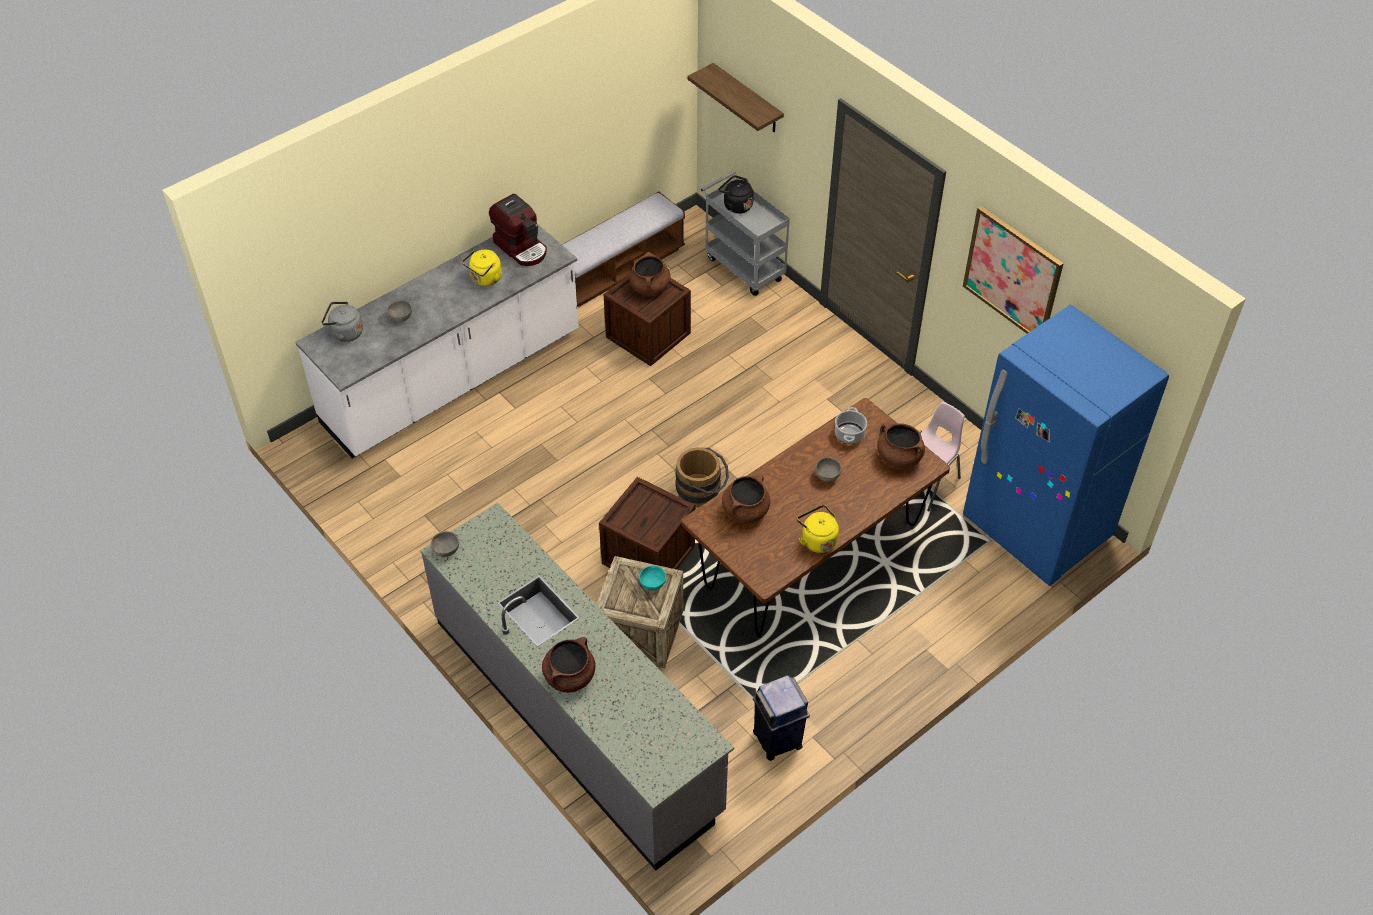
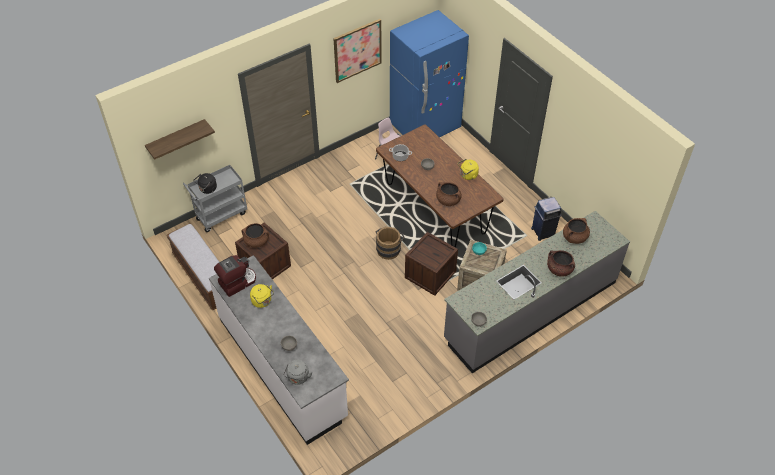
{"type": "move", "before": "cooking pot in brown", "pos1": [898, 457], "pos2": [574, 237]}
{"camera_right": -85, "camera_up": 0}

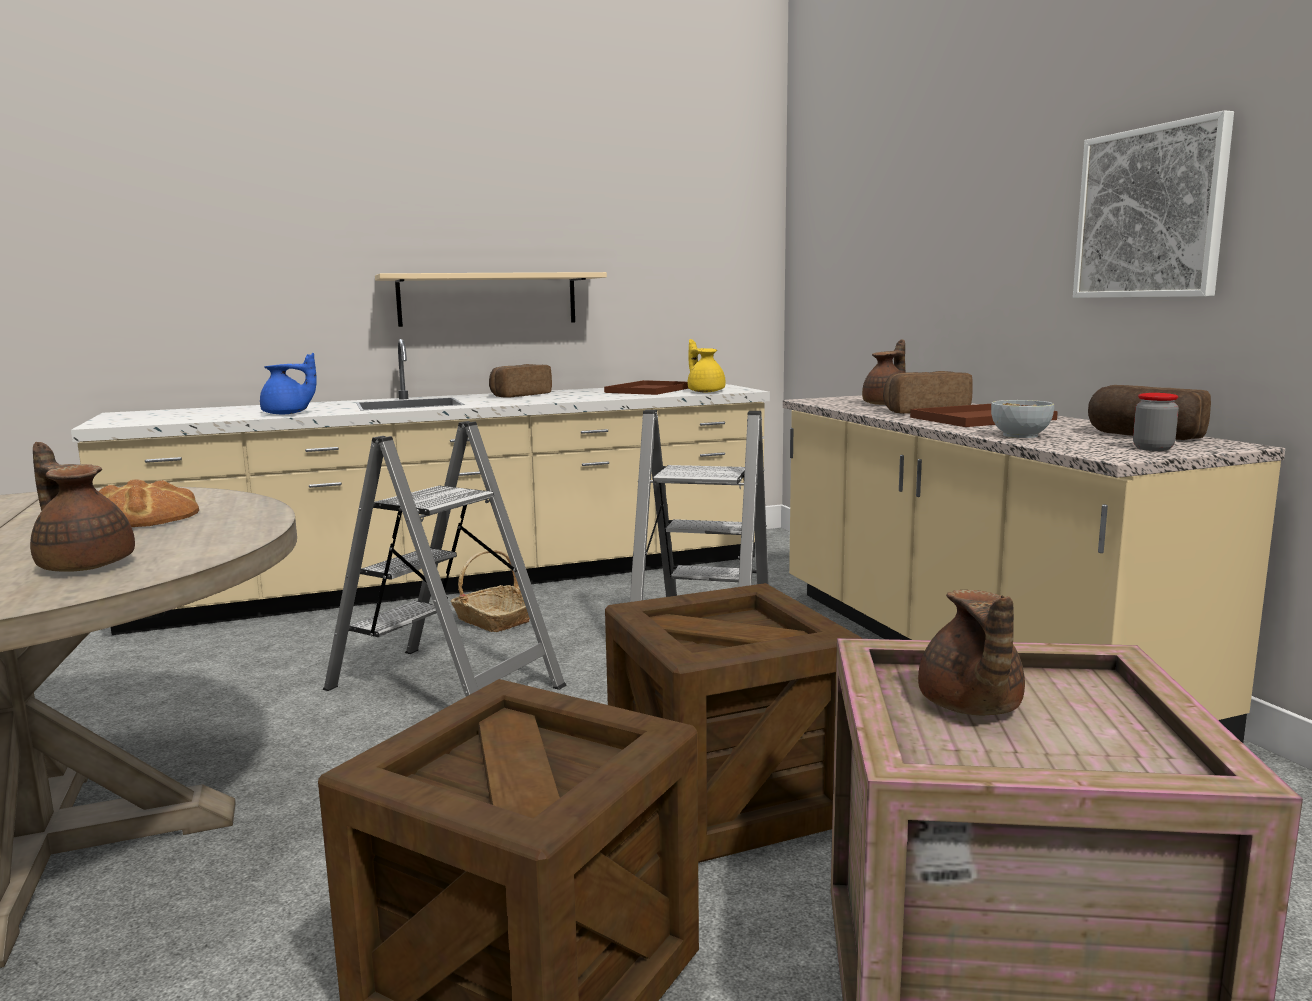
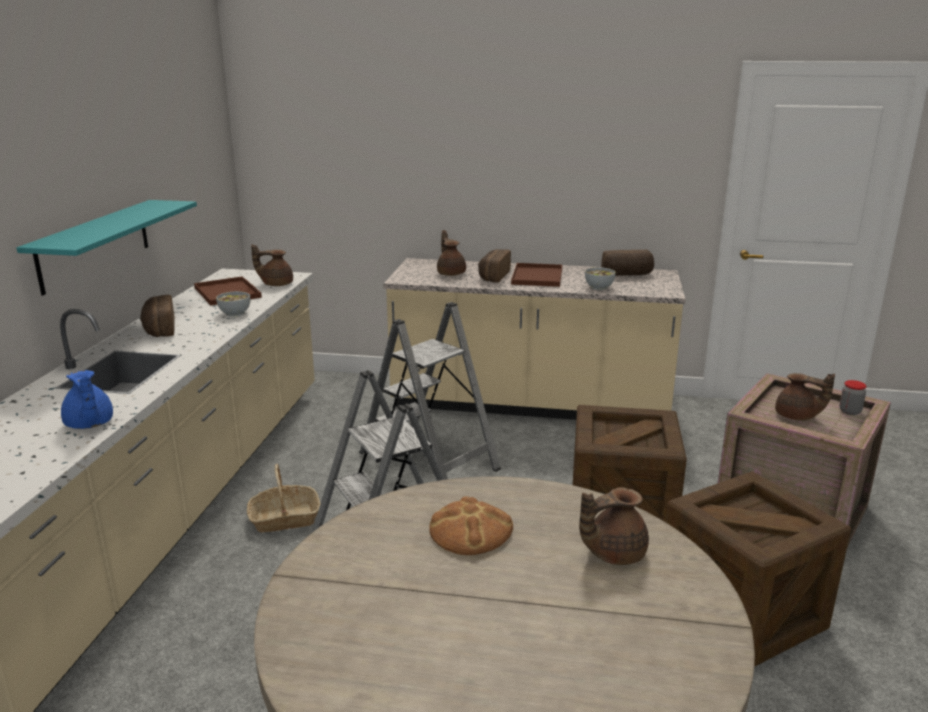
{"type": "delete", "before": "picture", "pos1": [1150, 213]}
{"type": "insert", "after": "bowl", "pos2": [234, 313]}
{"type": "move", "before": "jar", "pos1": [1153, 448], "pos2": [850, 411]}
{"type": "recolor", "before": "shelf in beige", "after": "shelf in turquoise", "pos1": [488, 299], "pos2": [95, 244]}
{"type": "recolor", "before": "teapot in yellow", "after": "teapot in brown", "pos1": [705, 391], "pos2": [276, 284]}
{"type": "rotate", "before": "teapot in blue", "pos1": [287, 414], "pos2": [89, 424], "turn": 120}
{"camera_right": -60, "camera_up": 10}

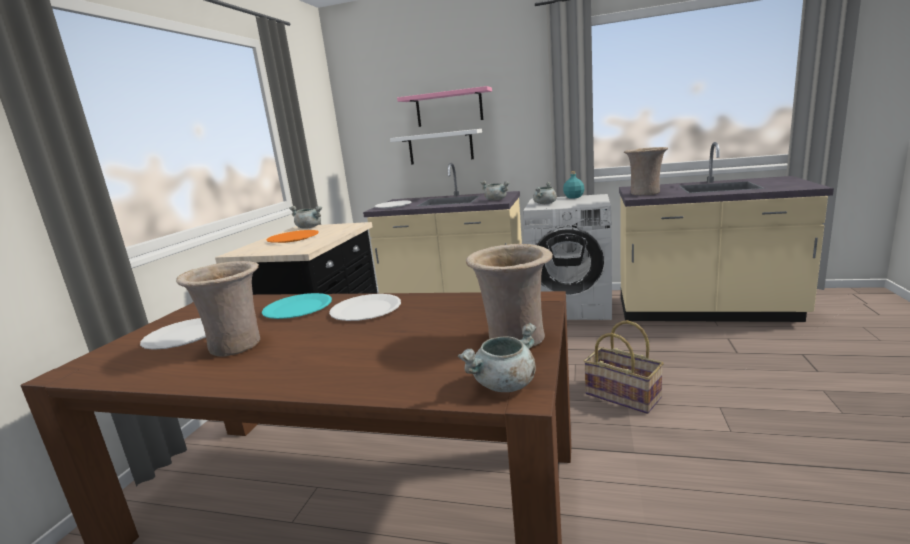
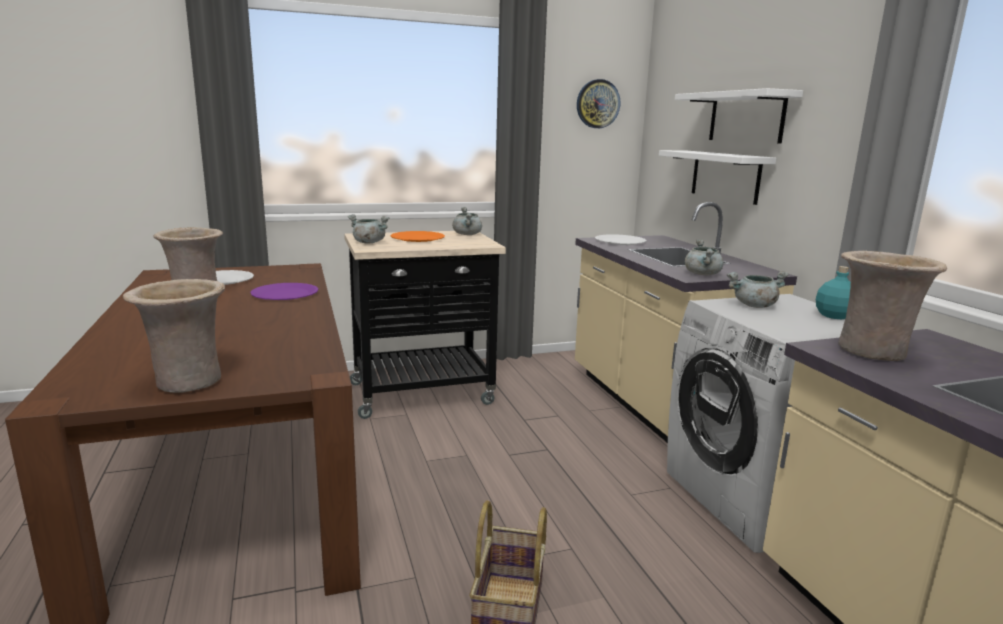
{"type": "delete", "before": "plate in white", "pos1": [366, 309]}
{"type": "insert", "after": "wall clock", "pos2": [597, 104]}
{"type": "move", "before": "cooking pot in grey", "pos1": [504, 385], "pos2": [368, 242]}
{"type": "recolor", "before": "plate in turquoise", "after": "plate in purple", "pos1": [297, 308], "pos2": [284, 294]}
{"type": "recolor", "before": "shelf in pink", "after": "shelf in white", "pos1": [449, 108], "pos2": [746, 117]}
{"camera_right": 55, "camera_up": 0}

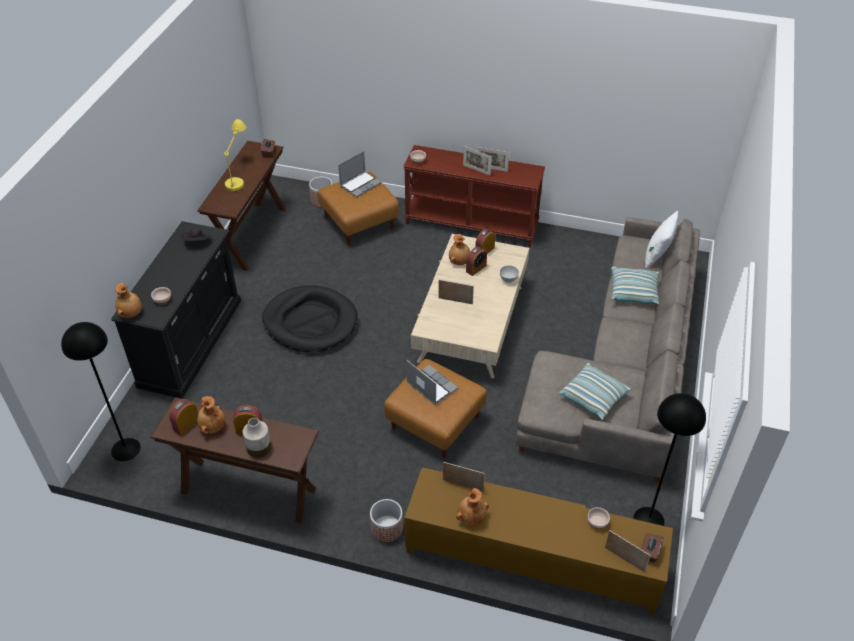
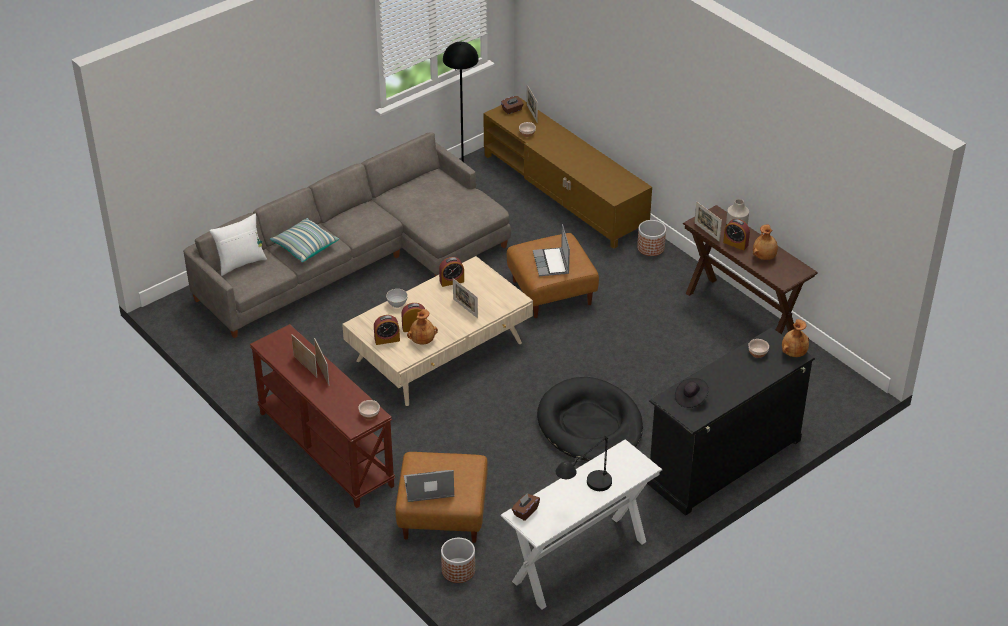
{"type": "delete", "before": "floor lamp in black", "pos1": [125, 449]}
{"type": "delete", "before": "vase in brown", "pos1": [471, 517]}
{"type": "delete", "before": "pillow", "pos1": [594, 397]}
{"type": "move", "before": "alarm clock", "pos1": [186, 424], "pos2": [451, 281]}
{"type": "move", "before": "picture frame", "pos1": [462, 485], "pos2": [706, 232]}
{"type": "recolor", "before": "console table in brown", "after": "console table in white", "pos1": [252, 235], "pos2": [579, 561]}
{"type": "recolor", "before": "table lamp in yellow", "after": "table lamp in black", "pos1": [238, 175], "pos2": [584, 494]}
{"camera_right": -145, "camera_up": -5}

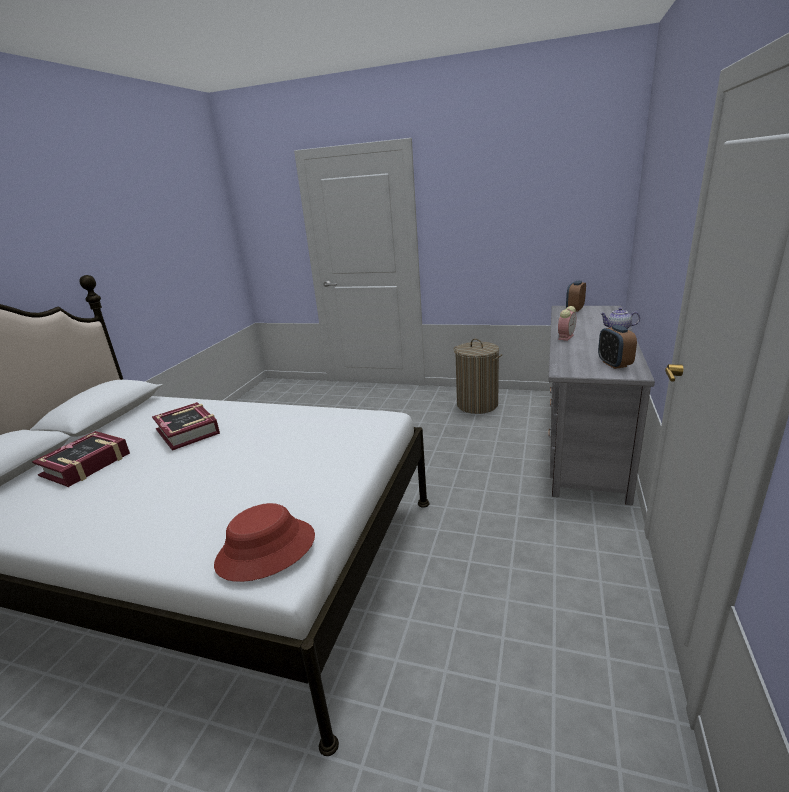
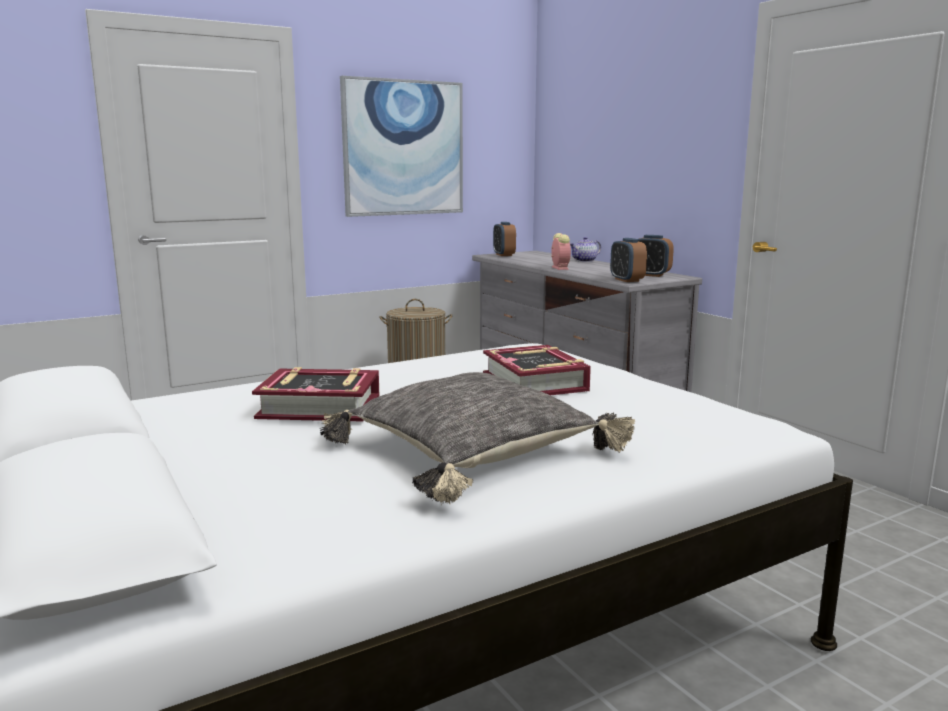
{"type": "delete", "before": "hat in red", "pos1": [266, 550]}
{"type": "insert", "after": "pillow", "pos2": [472, 446]}
{"type": "insert", "after": "picture", "pos2": [403, 148]}
{"type": "insert", "after": "alarm clock", "pos2": [627, 280]}
{"type": "move", "before": "book", "pos1": [86, 465], "pos2": [535, 382]}
{"camera_right": -50, "camera_up": -10}

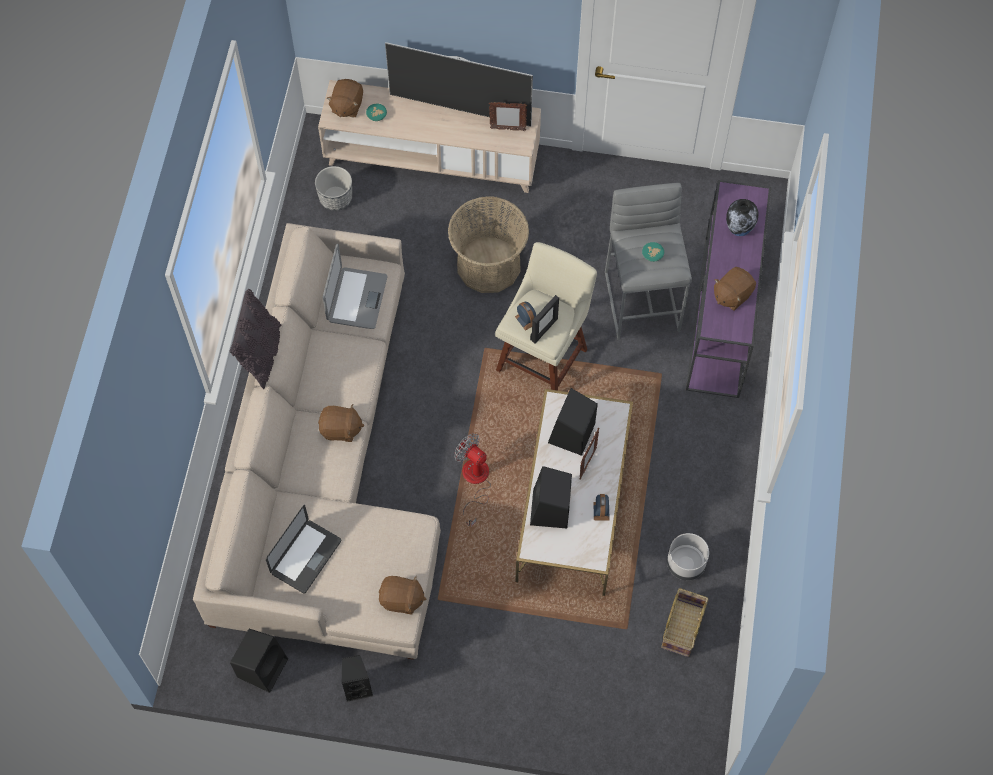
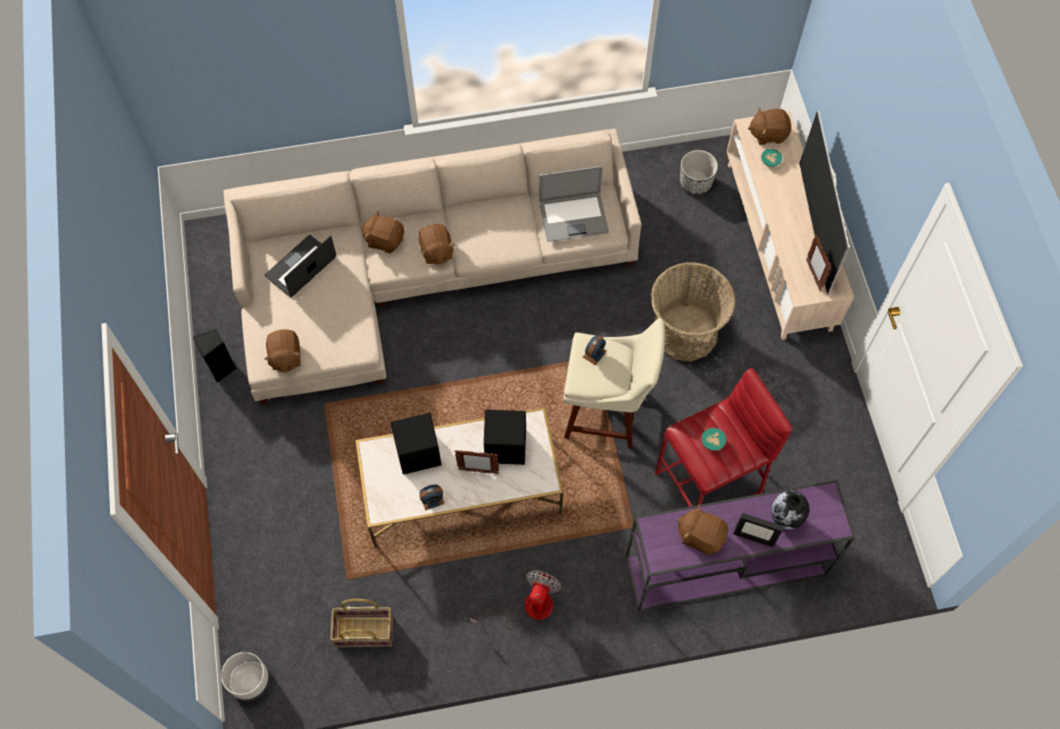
{"type": "delete", "before": "pillow in black", "pos1": [261, 355]}
{"type": "delete", "before": "speaker in black", "pos1": [262, 666]}
{"type": "insert", "after": "plush toy in brown", "pos2": [384, 240]}
{"type": "move", "before": "fan", "pos1": [474, 481], "pos2": [527, 608]}
{"type": "move", "before": "picture frame", "pos1": [544, 329], "pos2": [754, 537]}
{"type": "move", "before": "planter in grey", "pos1": [685, 564], "pos2": [250, 681]}
{"type": "recolor", "before": "stool in grey", "after": "stool in red", "pos1": [643, 300], "pos2": [709, 483]}
{"type": "rotate", "before": "laptop", "pos1": [306, 557], "pos2": [301, 267], "turn": 120}
{"camera_right": 70, "camera_up": 0}

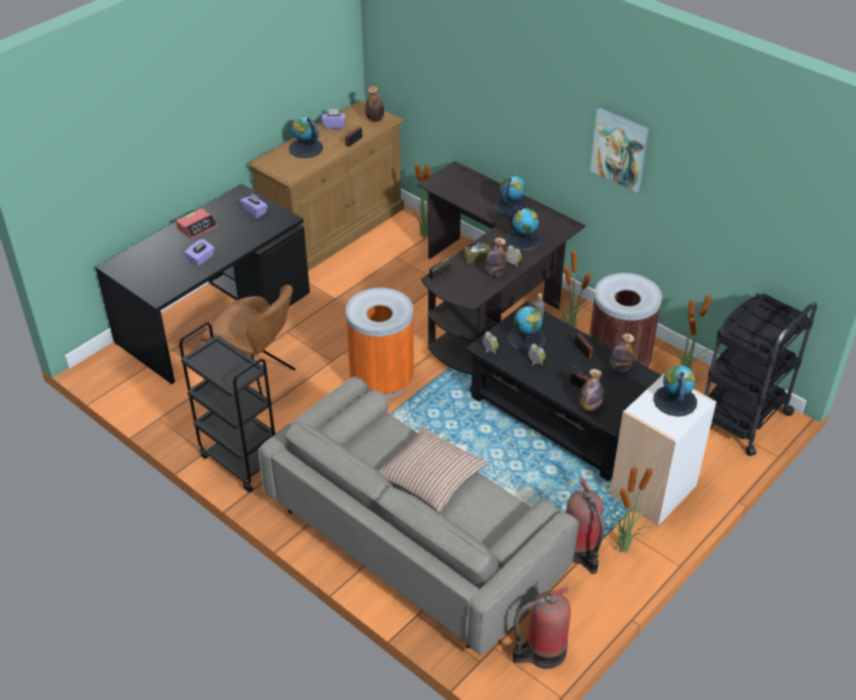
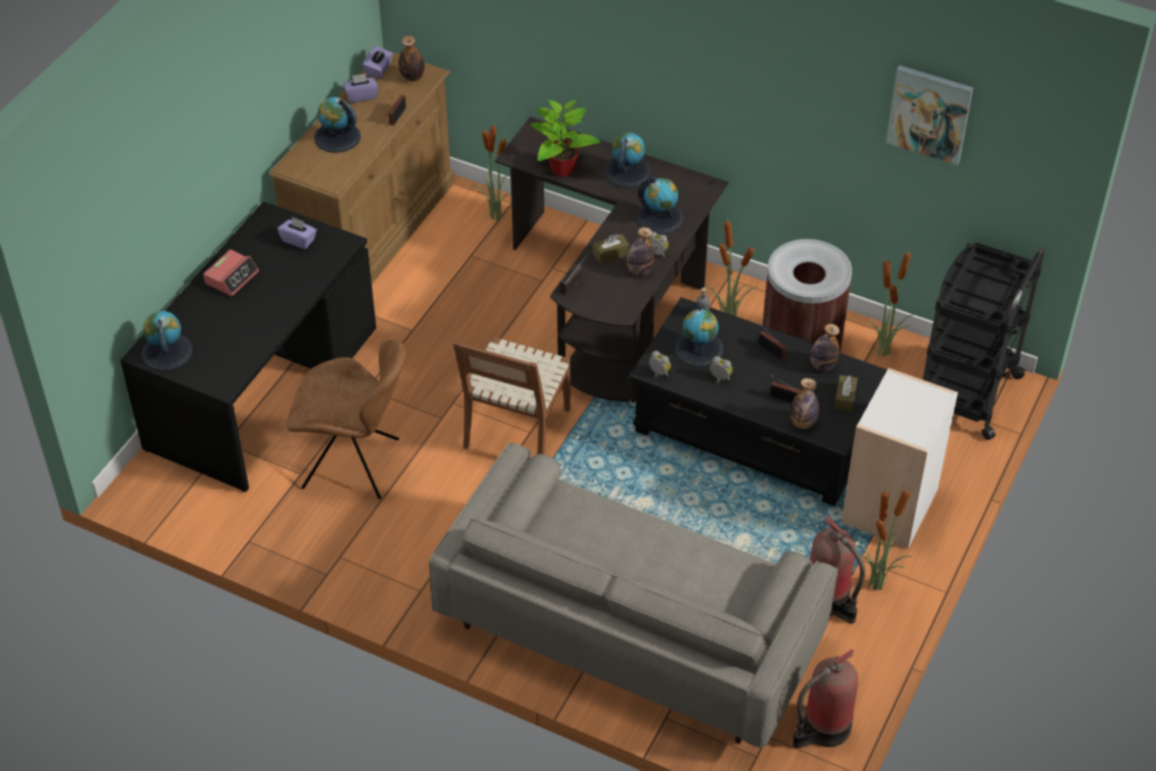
{"type": "delete", "before": "cart in black", "pos1": [238, 464]}
{"type": "delete", "before": "pillow", "pos1": [431, 477]}
{"type": "insert", "after": "potted plant", "pos2": [561, 168]}
{"type": "insert", "after": "tissue box in brown", "pos2": [845, 398]}
{"type": "move", "before": "tissue box in purple", "pos1": [201, 259], "pos2": [379, 70]}
{"type": "move", "before": "picture", "pos1": [620, 149], "pos2": [929, 113]}
{"type": "move", "before": "globe", "pos1": [674, 400], "pos2": [167, 352]}
{"type": "replace", "before": "trash can in orange", "after": "chair", "pos1": [381, 381], "pos2": [515, 433]}
{"camera_right": -15, "camera_up": 5}

